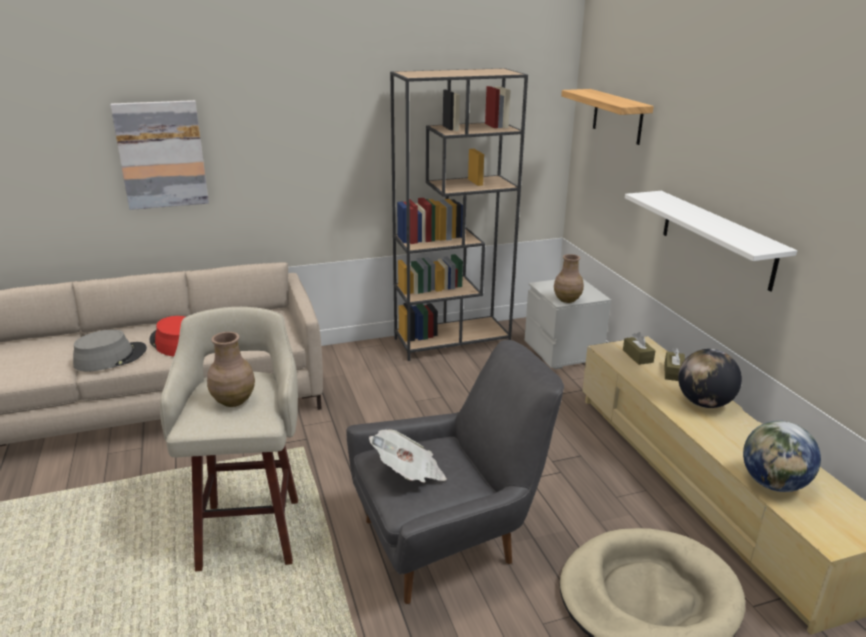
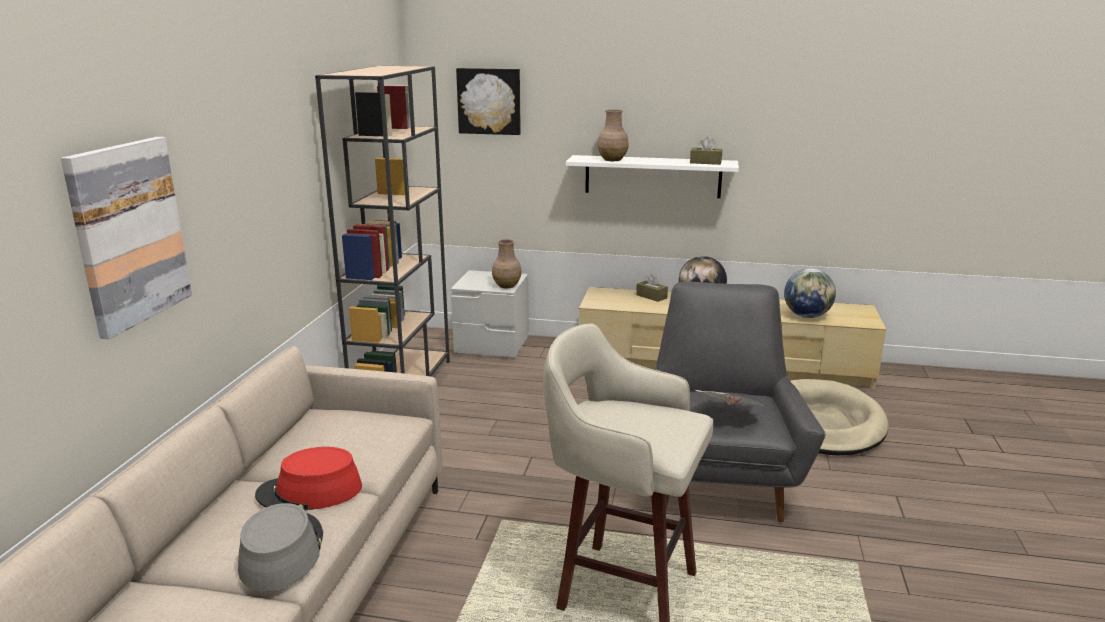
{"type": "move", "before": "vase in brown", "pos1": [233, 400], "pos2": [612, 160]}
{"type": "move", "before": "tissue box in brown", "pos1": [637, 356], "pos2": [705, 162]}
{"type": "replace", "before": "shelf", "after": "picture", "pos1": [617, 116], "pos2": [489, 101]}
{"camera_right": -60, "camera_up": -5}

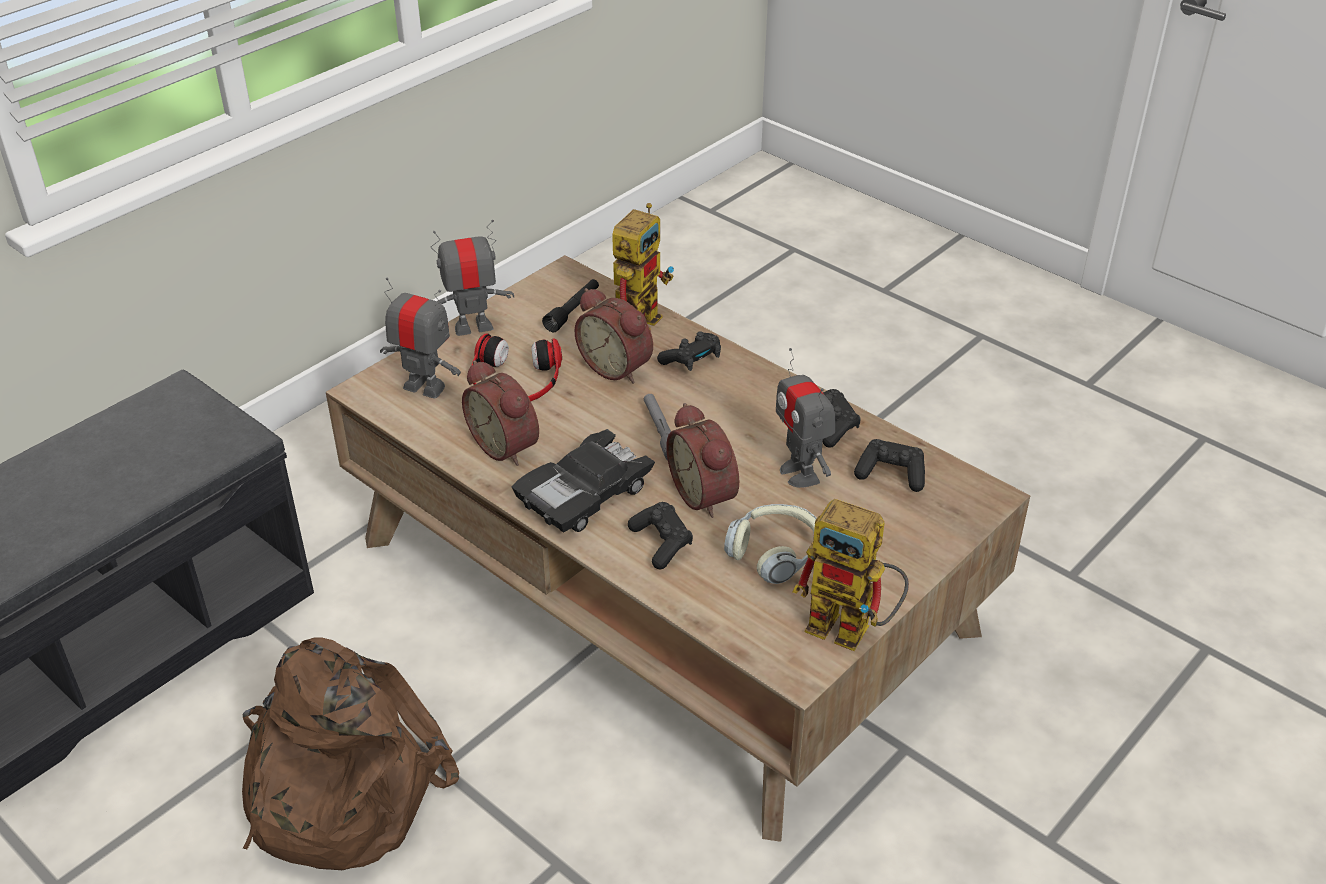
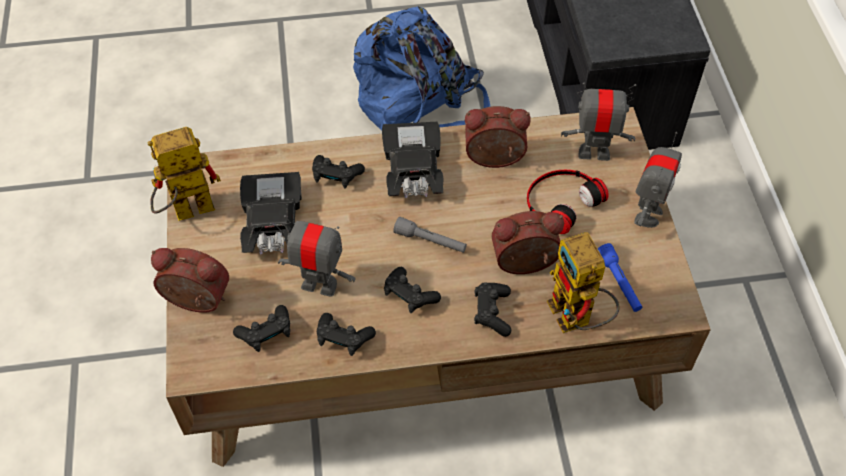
{"type": "insert", "after": "game controller in black", "pos2": [409, 296]}
{"type": "move", "before": "alarm clock", "pos1": [706, 494], "pos2": [196, 302]}
{"type": "replace", "before": "headphones", "after": "toy car in black", "pos1": [776, 552], "pos2": [272, 222]}
{"type": "recolor", "before": "backpack in brown", "after": "backpack in blue", "pos1": [338, 789], "pos2": [418, 105]}
{"type": "recolor", "before": "flashlight in black", "after": "flashlight in blue", "pos1": [573, 311], "pos2": [619, 283]}
{"type": "rotate", "before": "toy robot", "pos1": [424, 387], "pos2": [594, 153], "turn": -150}
{"camera_right": 130, "camera_up": 15}

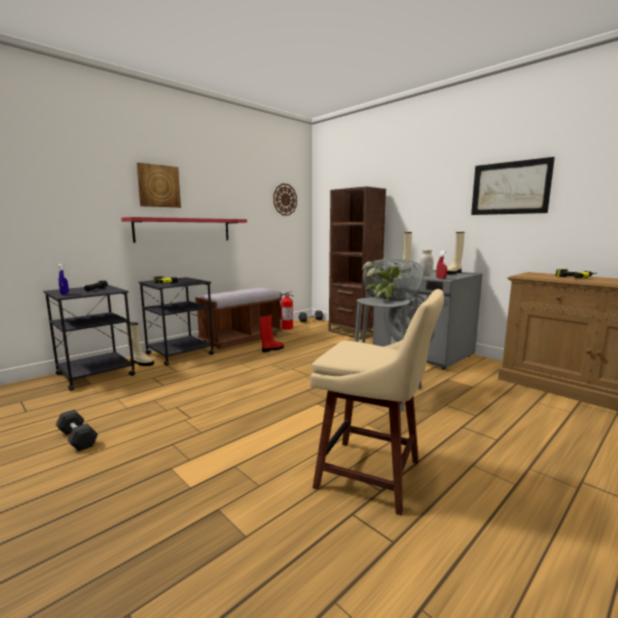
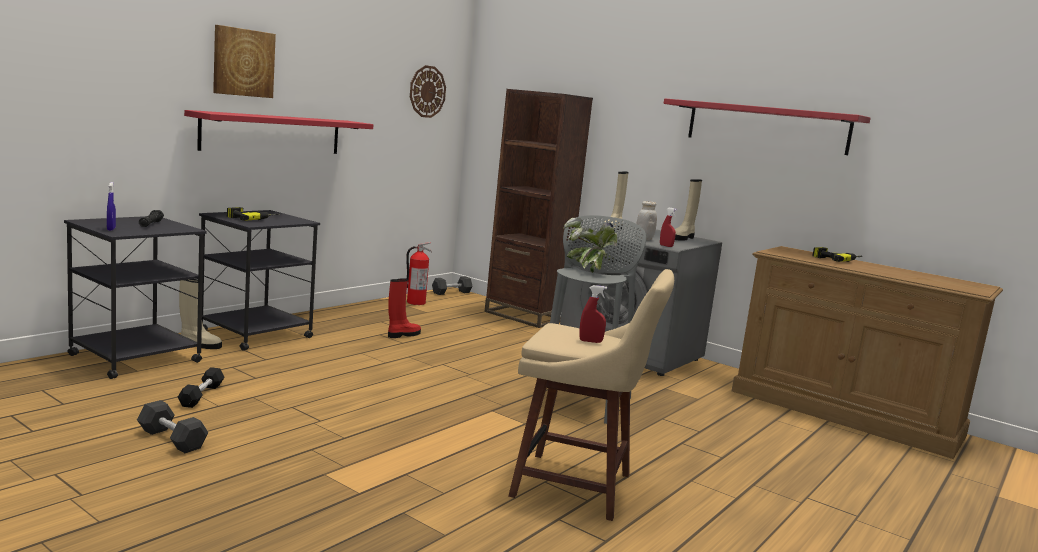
{"type": "delete", "before": "bench in brown", "pos1": [241, 338]}
{"type": "insert", "after": "dumbbell in black", "pos2": [201, 395]}
{"type": "insert", "after": "spray bottle in red", "pos2": [590, 341]}
{"type": "replace", "before": "picture", "after": "shelf in red", "pos1": [510, 188], "pos2": [766, 127]}
{"camera_right": -10, "camera_up": 0}

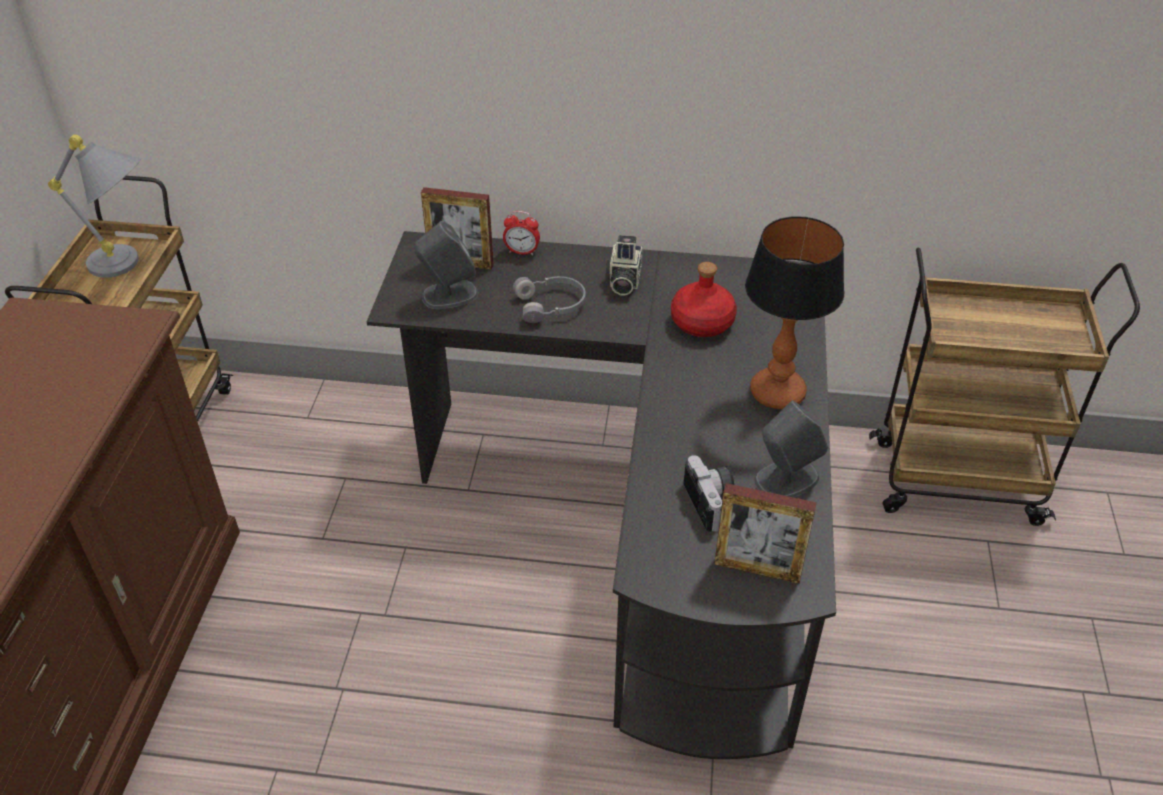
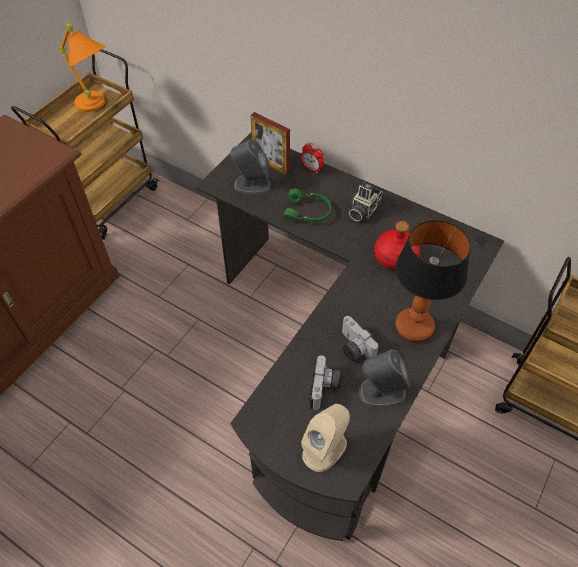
{"type": "insert", "after": "photo camera", "pos2": [353, 348]}
{"type": "replace", "before": "picture frame", "after": "speaker in beige", "pos1": [757, 569], "pos2": [325, 448]}
{"type": "recolor", "before": "table lamp in grey", "after": "table lamp in orange", "pos1": [130, 265], "pos2": [97, 107]}
{"type": "recolor", "before": "headphones in grey", "after": "headphones in green", "pos1": [551, 305], "pos2": [308, 212]}
{"camera_right": 25, "camera_up": 10}

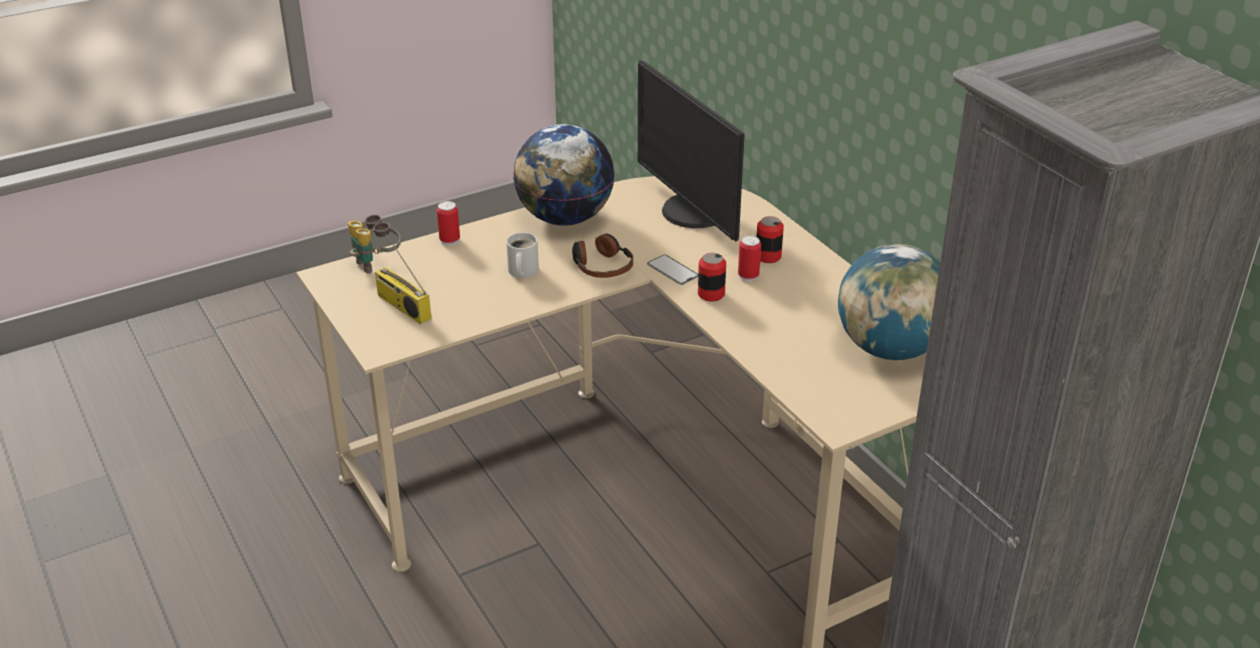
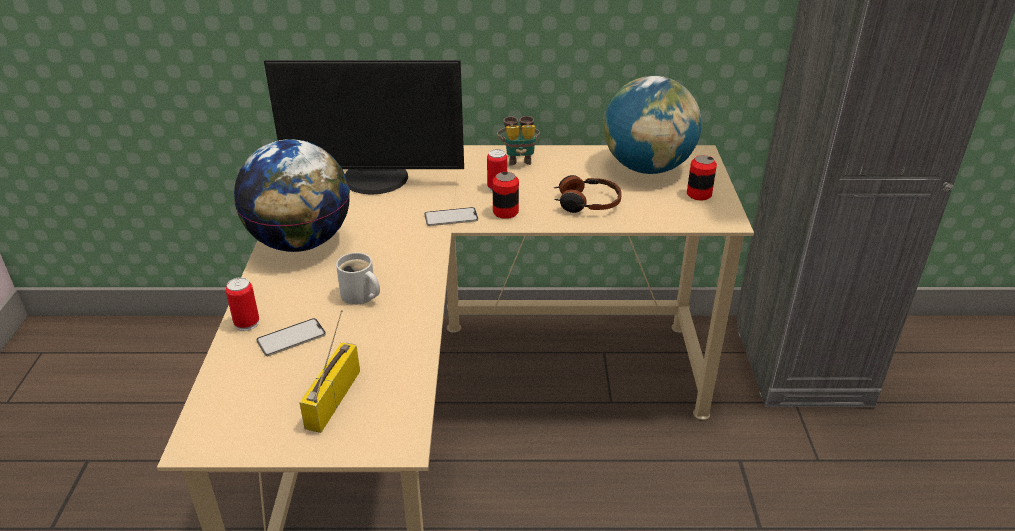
{"type": "insert", "after": "phone", "pos2": [291, 337]}
{"type": "move", "before": "binoculars", "pos1": [376, 263], "pos2": [519, 158]}
{"type": "move", "before": "headphones", "pos1": [601, 266], "pos2": [586, 203]}
{"type": "move", "before": "can", "pos1": [768, 256], "pos2": [699, 194]}
{"type": "rotate", "before": "radio", "pos1": [402, 306], "pos2": [333, 397], "turn": 120}
{"camera_right": -60, "camera_up": 0}

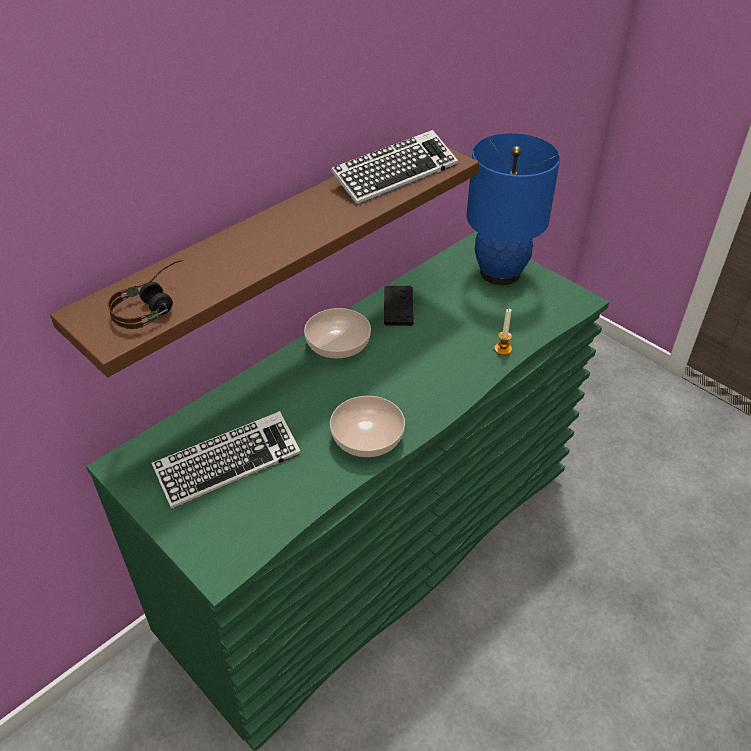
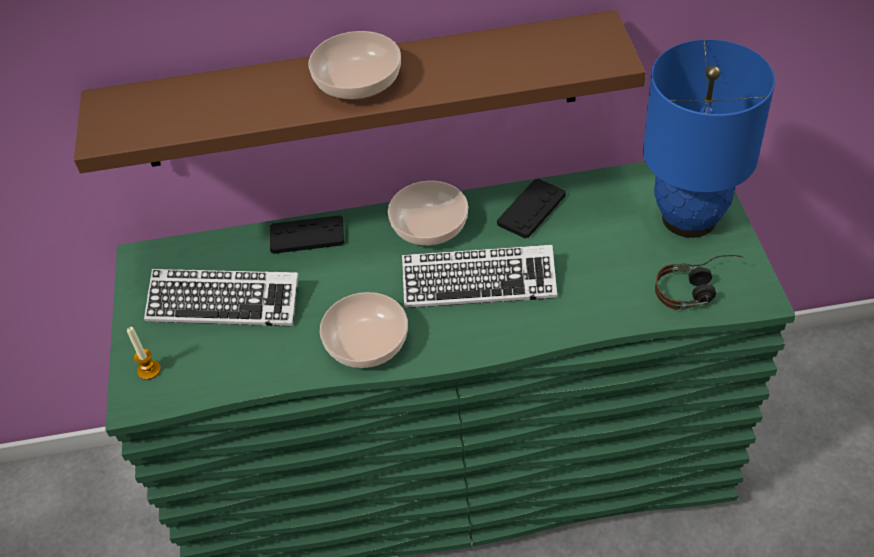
{"type": "insert", "after": "game controller in black", "pos2": [307, 236]}
{"type": "insert", "after": "bowl", "pos2": [358, 81]}
{"type": "move", "before": "headphones", "pos1": [154, 306], "pos2": [698, 289]}
{"type": "move", "before": "keyboard", "pos1": [395, 174], "pos2": [479, 283]}
{"type": "move", "before": "candle", "pos1": [503, 349], "pos2": [149, 370]}
{"camera_right": 40, "camera_up": 5}

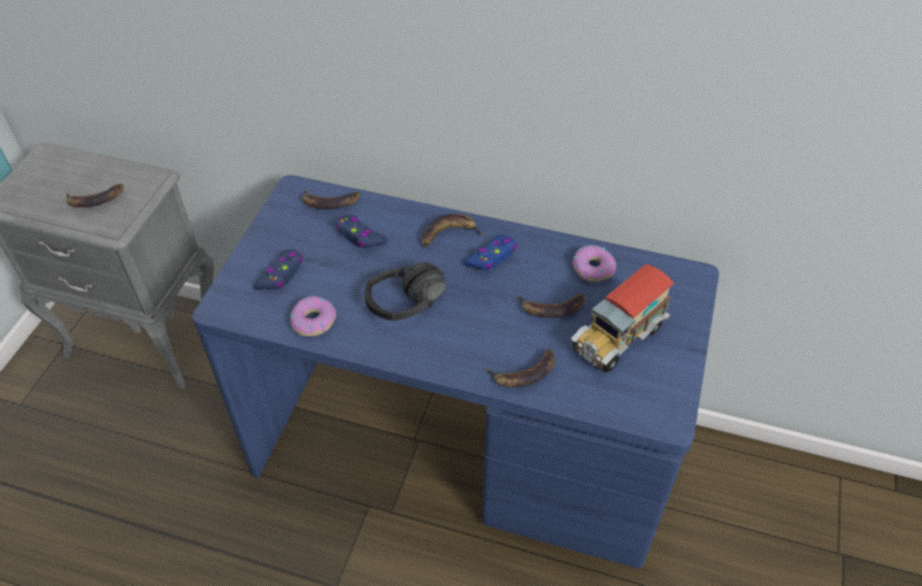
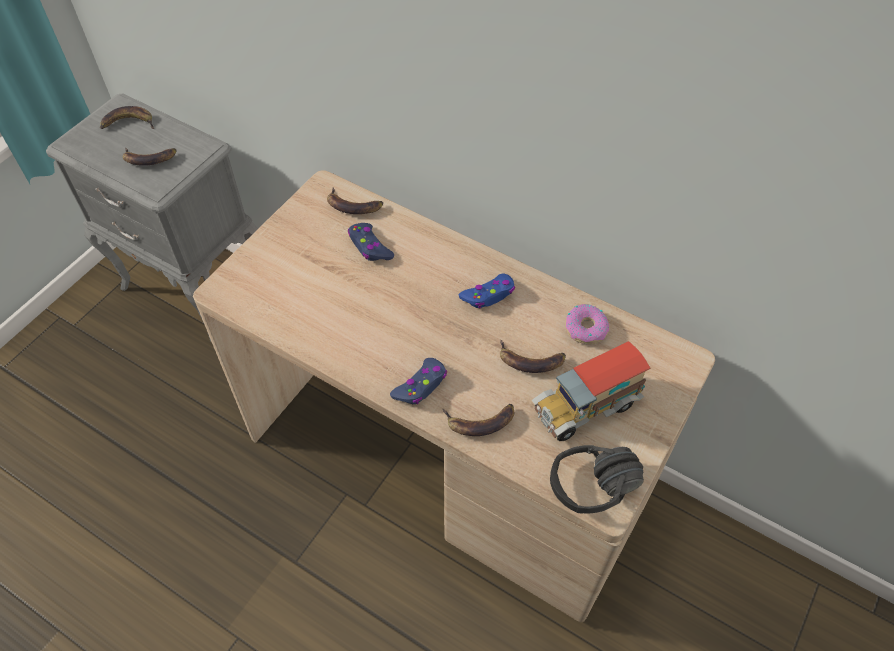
{"type": "delete", "before": "donut", "pos1": [313, 321]}
{"type": "move", "before": "game controller in blue", "pos1": [281, 275], "pos2": [421, 386]}
{"type": "move", "before": "headphones in black", "pos1": [412, 310], "pos2": [599, 498]}
{"type": "move", "before": "banana", "pos1": [449, 234], "pos2": [128, 123]}
{"type": "recolor", "before": "desk in blue", "after": "desk in beige", "pos1": [462, 449], "pos2": [447, 461]}
{"camera_right": 15, "camera_up": 5}

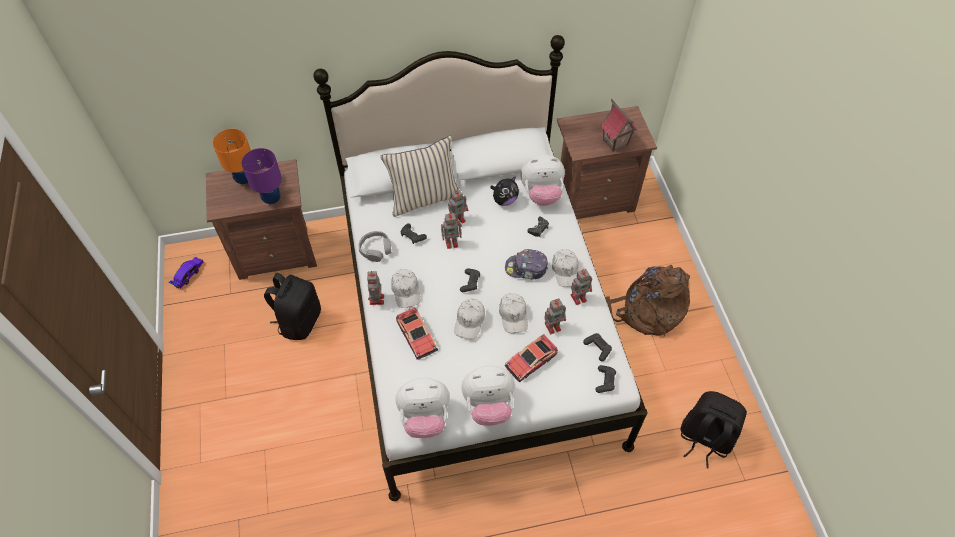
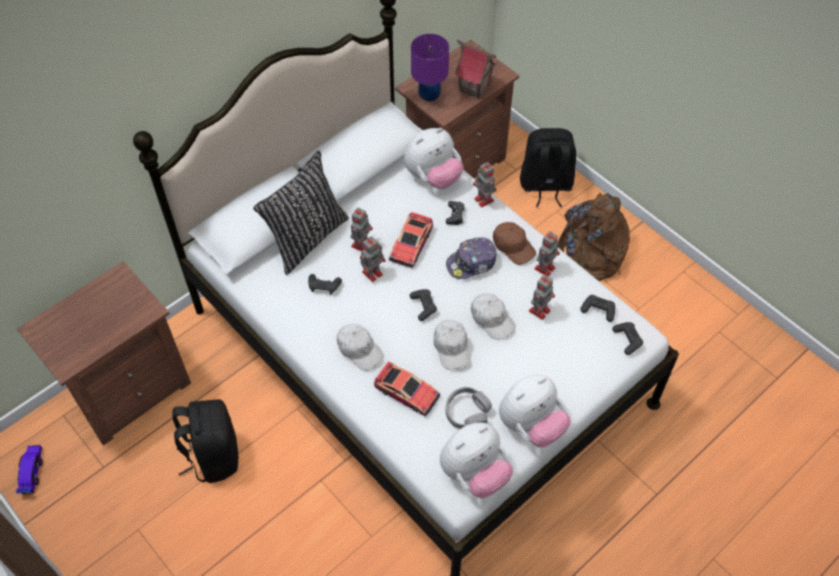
{"type": "delete", "before": "table lamp in orange", "pos1": [244, 178]}
{"type": "delete", "before": "plush toy", "pos1": [504, 200]}
{"type": "move", "before": "table lamp in purple", "pos1": [271, 198], "pos2": [428, 96]}
{"type": "move", "before": "headphones in grey", "pos1": [376, 249], "pos2": [467, 412]}
{"type": "move", "before": "toy robot", "pos1": [376, 300], "pos2": [484, 200]}
{"type": "move", "before": "toy car", "pos1": [530, 361], "pos2": [411, 244]}
{"type": "move", "before": "backpack in black", "pos1": [704, 438], "pos2": [545, 186]}
{"type": "recolor", "before": "pillow in beige", "after": "pillow in black", "pos1": [424, 198], "pos2": [307, 238]}
{"type": "recolor", "before": "cap in white", "after": "cap in brown", "pos1": [566, 271], "pos2": [513, 246]}
{"camera_right": -30, "camera_up": 0}

